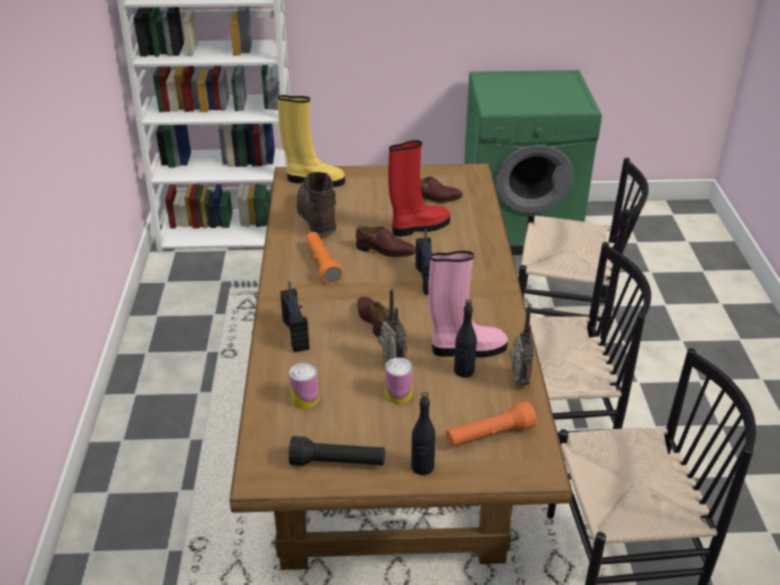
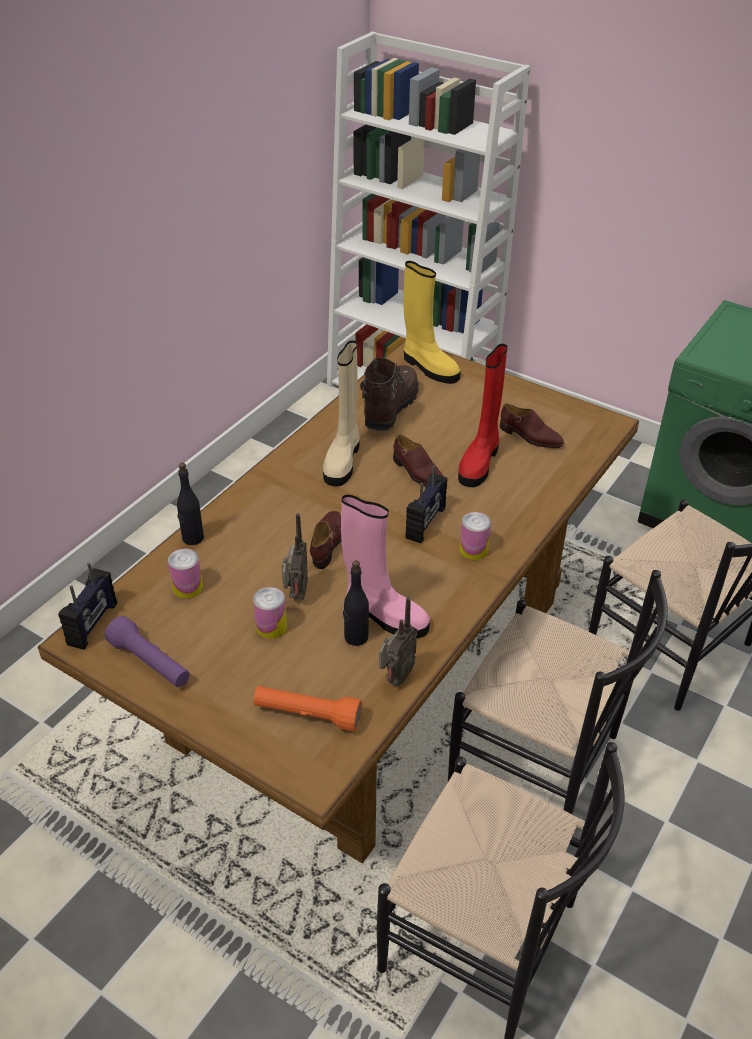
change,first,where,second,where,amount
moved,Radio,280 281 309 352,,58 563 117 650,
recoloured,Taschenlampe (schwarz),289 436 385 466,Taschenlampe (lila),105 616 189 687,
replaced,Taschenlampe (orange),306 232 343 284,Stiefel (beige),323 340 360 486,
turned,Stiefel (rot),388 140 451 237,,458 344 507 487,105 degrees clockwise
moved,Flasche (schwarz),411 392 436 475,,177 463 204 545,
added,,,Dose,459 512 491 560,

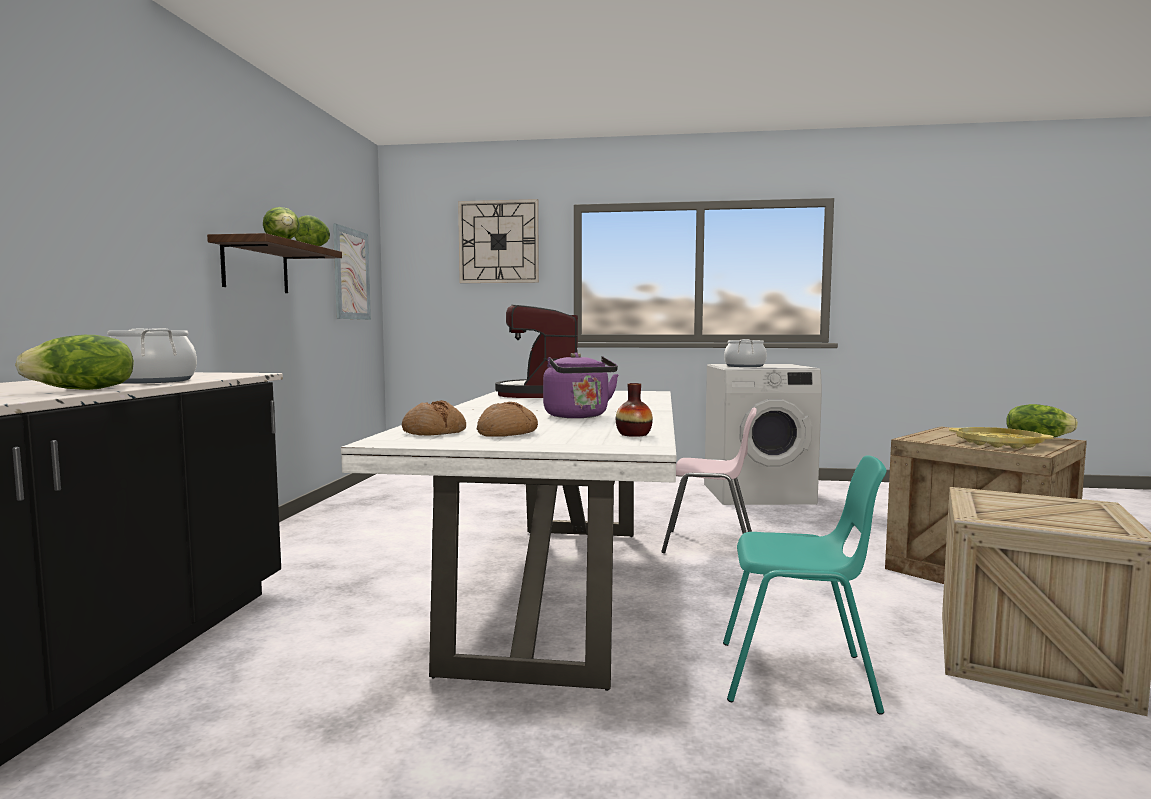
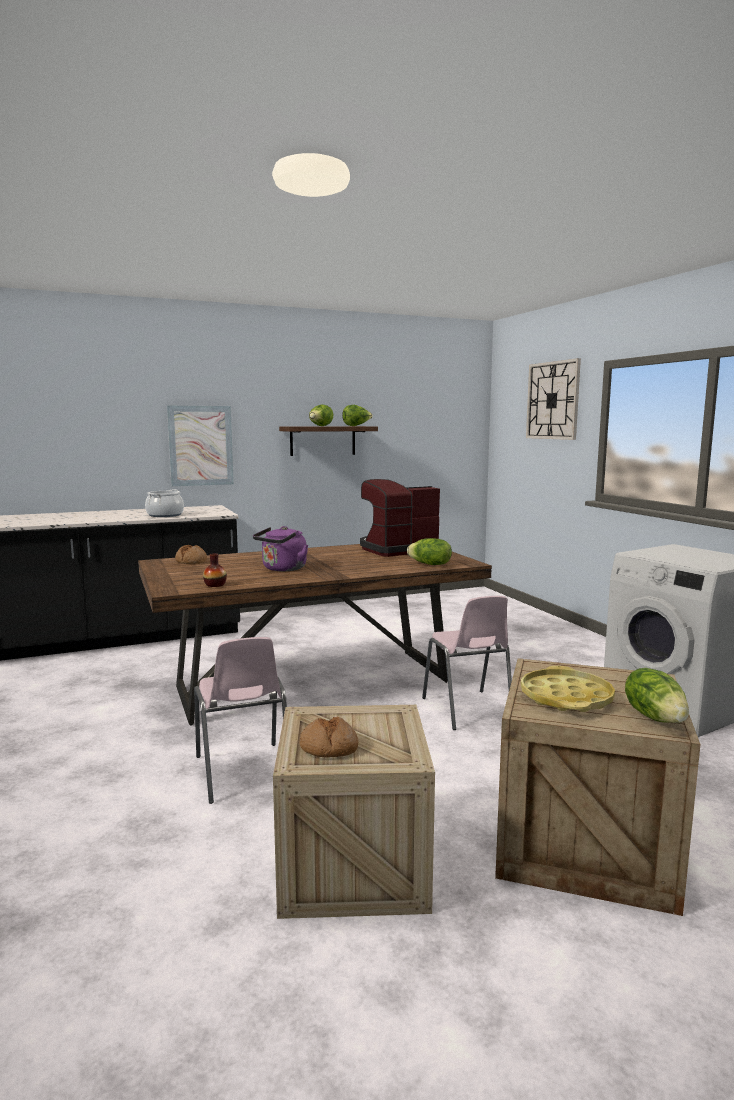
change,first,where,second,where,amount
moved,Salatkopf,15 335 134 390,,407 538 452 565,
moved,Bild,333 224 371 320,,167 406 234 486,
recoloured,Esstisch (weiß),341 391 676 691,Esstisch (braun),138 544 492 725,
moved,Brot,477 402 538 437,,299 717 358 757,
recoloured,Stuhl (türkis),723 455 887 715,Stuhl (rosa),194 637 287 804,
removed,Kochtopf,724 339 767 367,,,

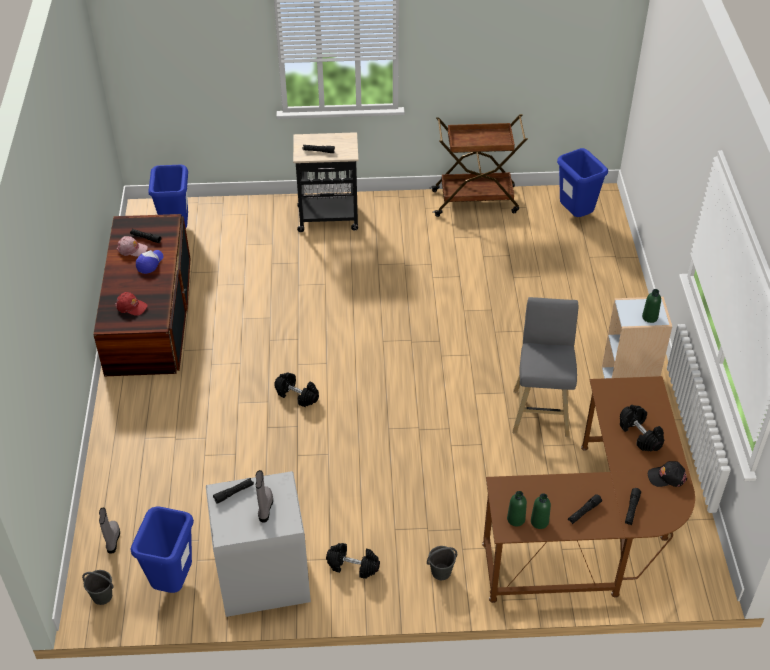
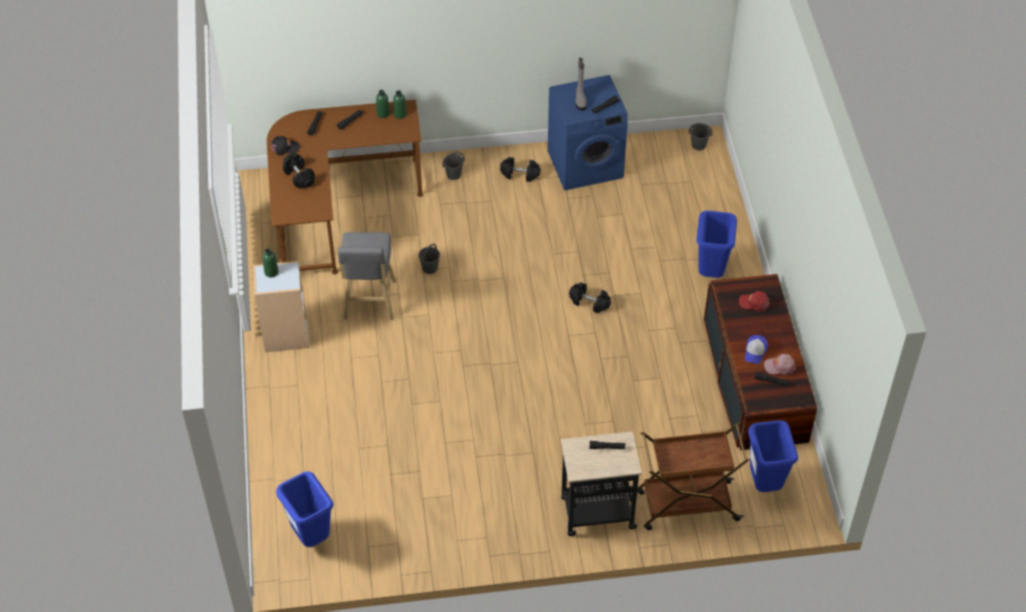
change,first,where,second,where,amount
removed,Stiefel (grau),99 507 120 554,,,
moved,Mülleimer (blau),131 506 194 593,,696 211 737 278,
recoloured,Waschmaschine (weiß),206 471 311 617,Waschmaschine (blau),548 75 628 190,
moved,Rollwagen (braun),430 114 528 217,,637 423 750 530,
added,,,Eimer (grau),419 243 440 274,

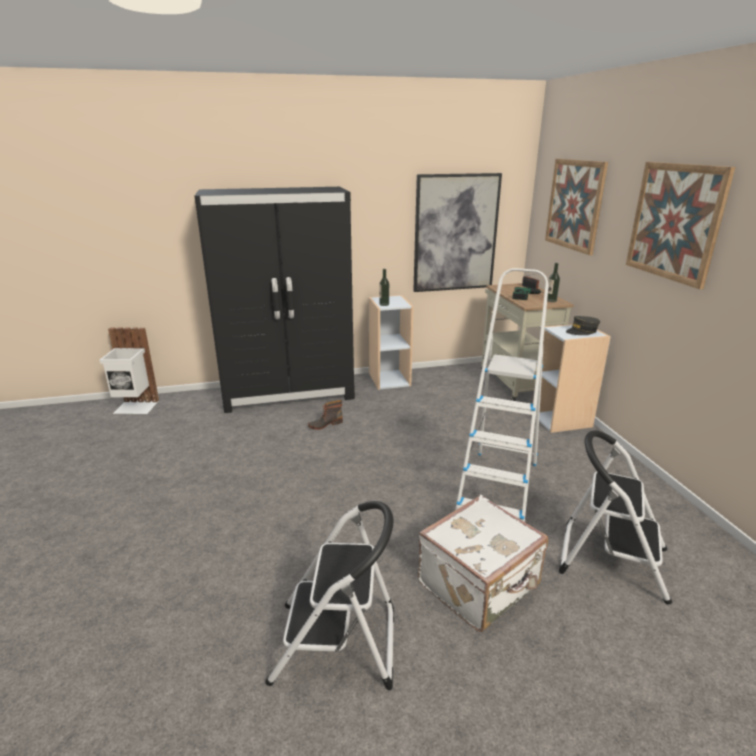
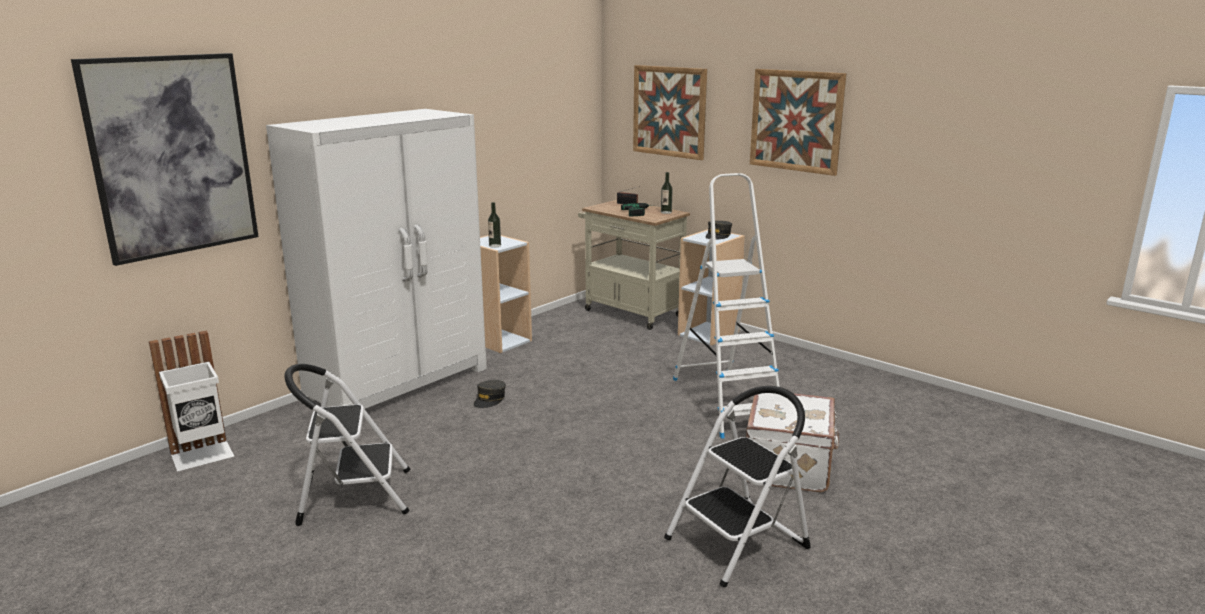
change,first,where,second,where,amount
recoloured,Schrank (schwarz),195 187 355 413,Schrank (weiß),266 109 487 409,
replaced,Stiefel,308 400 343 430,Kappe (grau),474 380 506 408,
moved,Bild,413 173 502 292,,71 53 259 266,
moved,Trittleiter,559 430 672 604,,285 364 410 526,

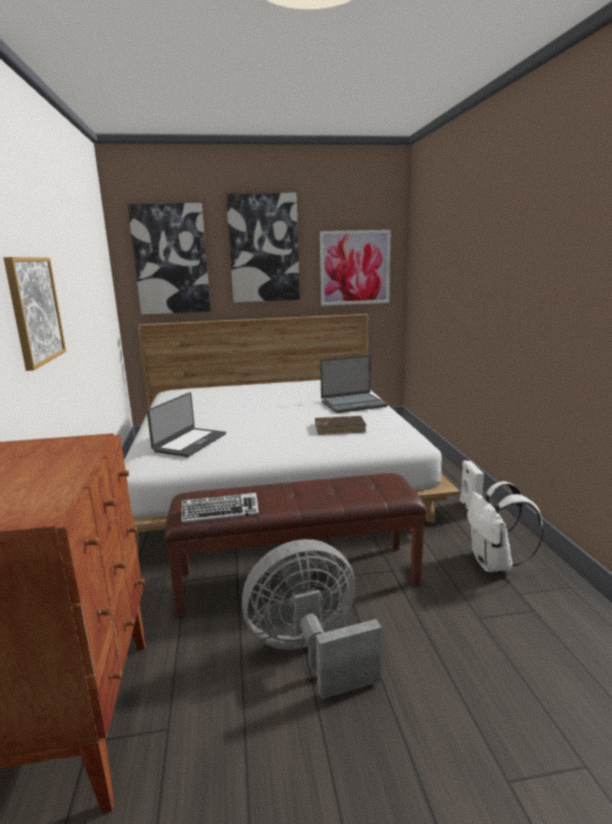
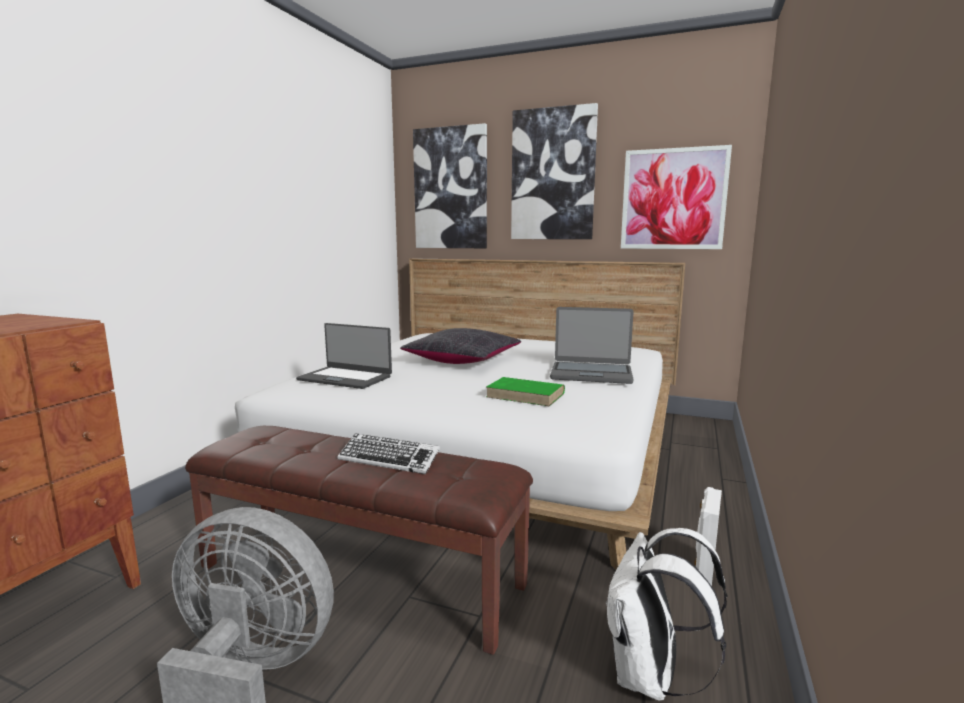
change,first,where,second,where,amount
removed,Bild,3 257 66 371,,,
turned,Laptop,147 392 226 457,,296 323 392 389,60 degrees clockwise
moved,Tastatur,182 493 259 523,,337 433 440 474,
recoloured,Buch (braun),315 416 366 435,Buch (grün),486 377 565 406,
added,,,Kissen (schwarz),400 328 521 364,

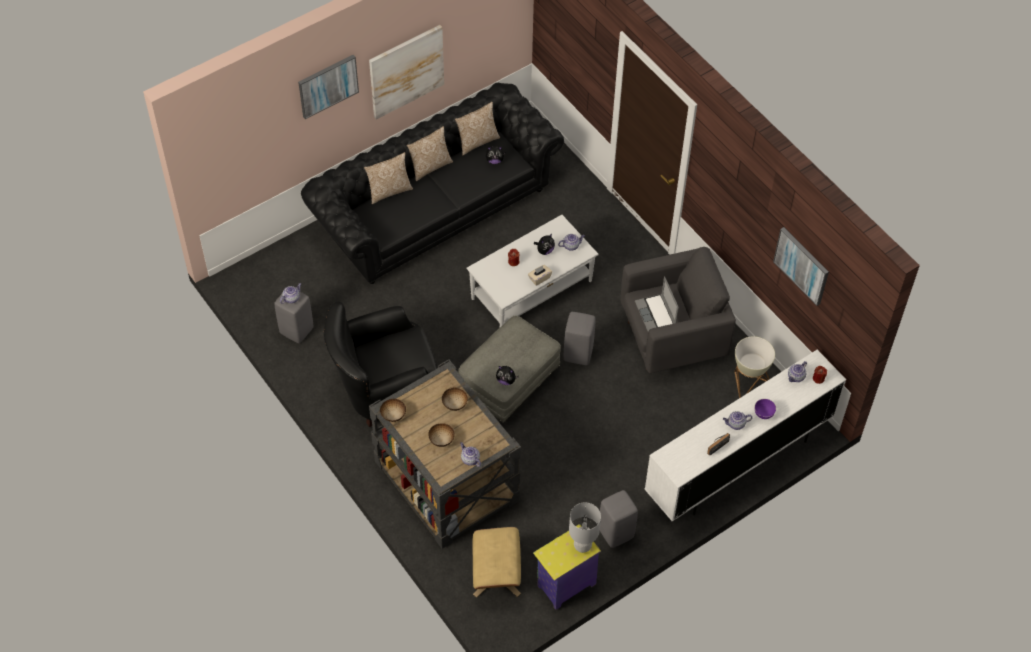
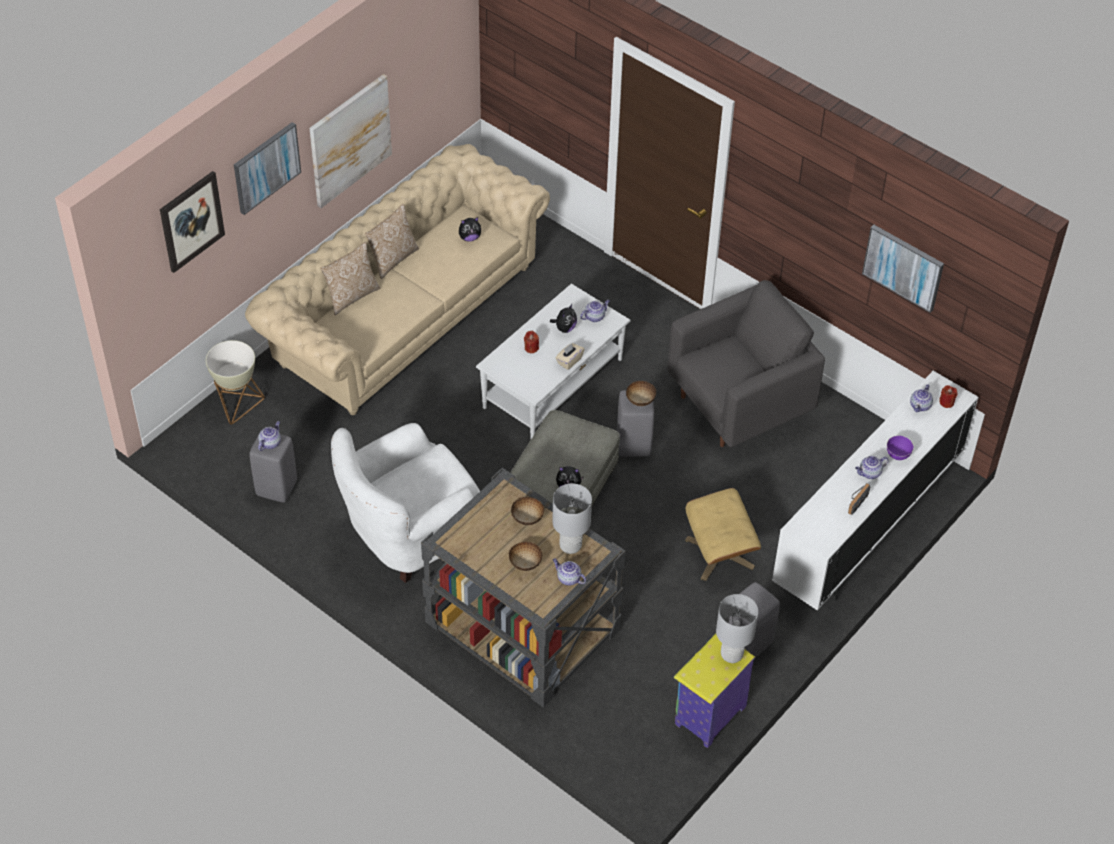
change,first,where,second,where,amount
recoloured,Sofa (schwarz),301 83 564 284,Sofa (beige),245 144 550 415,
recoloured,Sessel (schwarz),324 301 438 427,Sessel (weiß),331 423 480 583,
moved,Schüssel,380 399 406 422,,626 381 656 406,
removed,Kissen,455 102 500 155,,,
moved,Polsterhocker (beige),473 527 521 598,,685 488 761 581,
removed,Laptop,635 276 679 331,,,
moved,Pflanzkübel,734 336 775 398,,206 340 265 425,
added,,,Bild,160 171 225 273,
added,,,Tischlampe (grau),552 483 592 554,

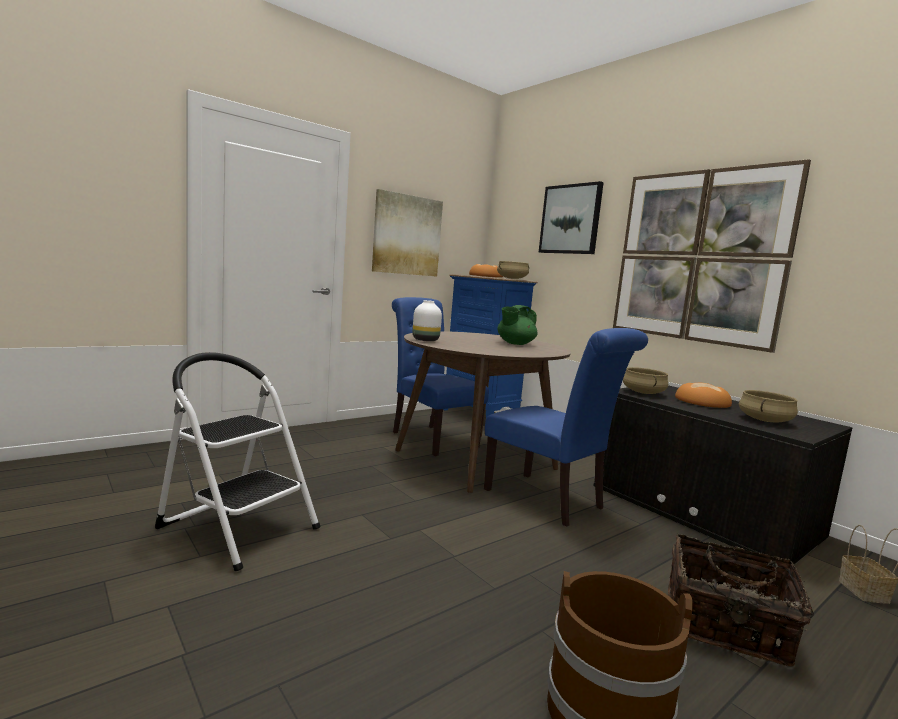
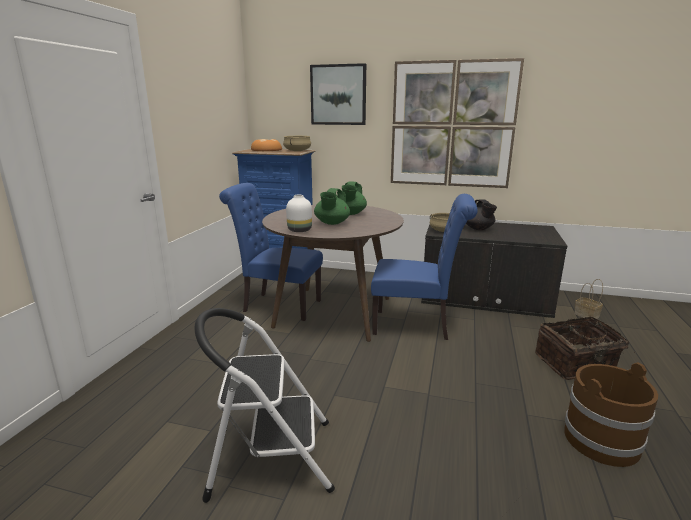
change,first,where,second,where,amount
removed,Bild,372 189 443 277,,,
replaced,Brot,675 383 732 408,Teekanne (schwarz),466 199 497 230,
removed,Kochtopf (beige),739 390 798 423,,,
added,,,Teekanne (grün),314 188 350 225,

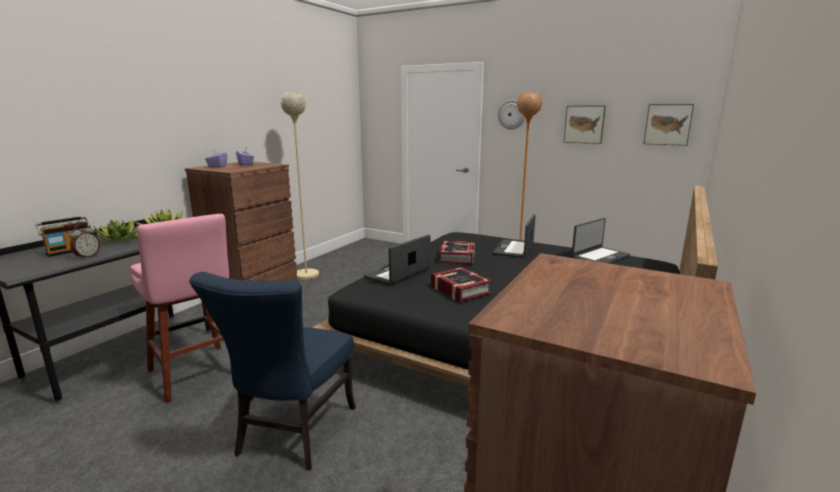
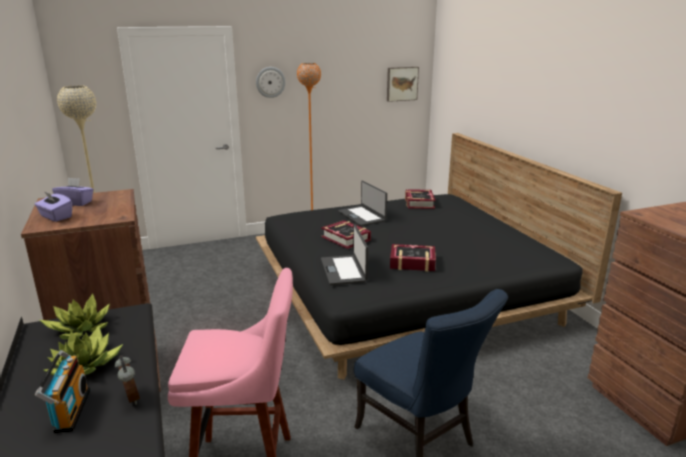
change,first,where,second,where,amount
removed,Bild,564 106 606 144,,,
replaced,Laptop,572 218 631 264,Buch,405 190 436 209,

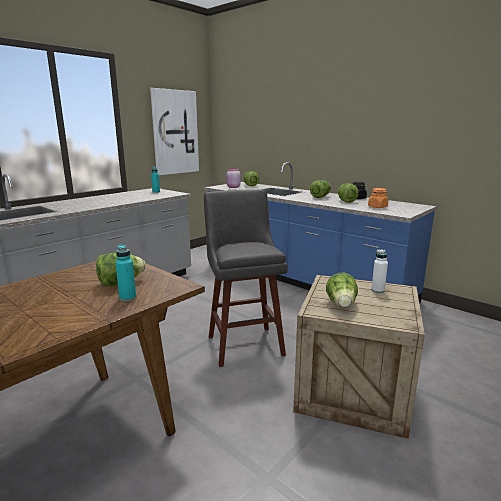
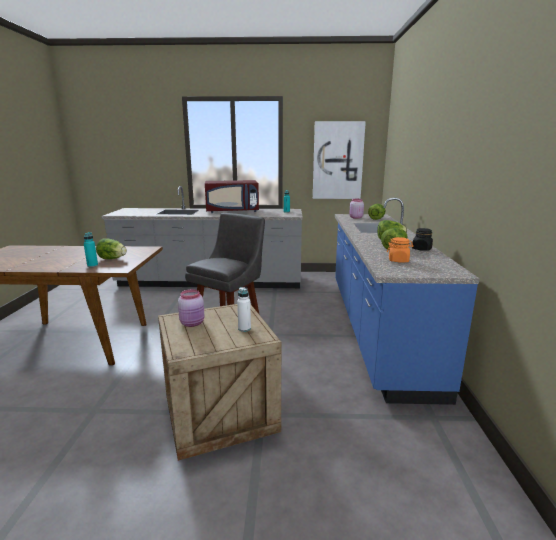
change,first,where,second,where,amount
replaced,Salatkopf,326 272 358 308,Vorratsglas (rosa),178 289 205 327,
added,,,Mikrowelle (rot),205 180 259 213,

